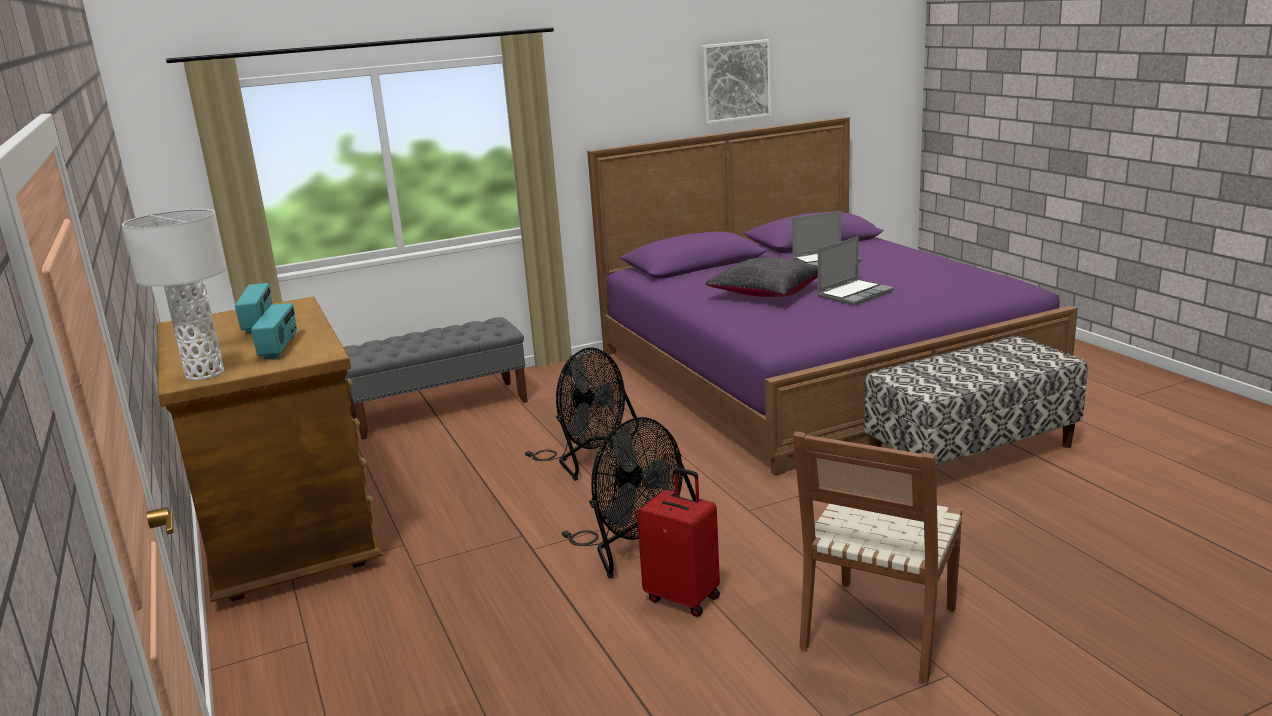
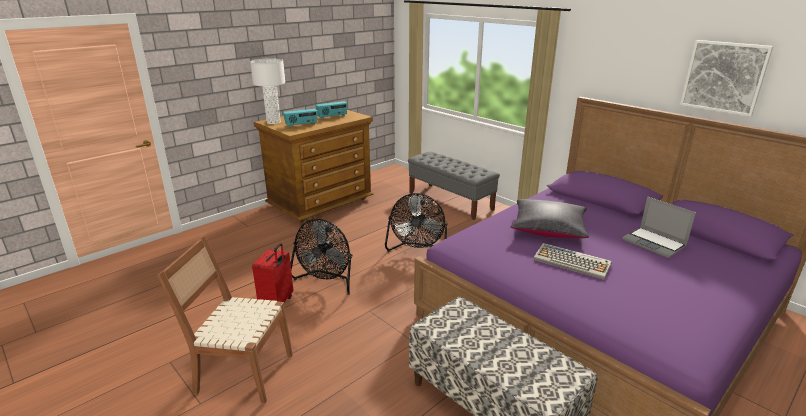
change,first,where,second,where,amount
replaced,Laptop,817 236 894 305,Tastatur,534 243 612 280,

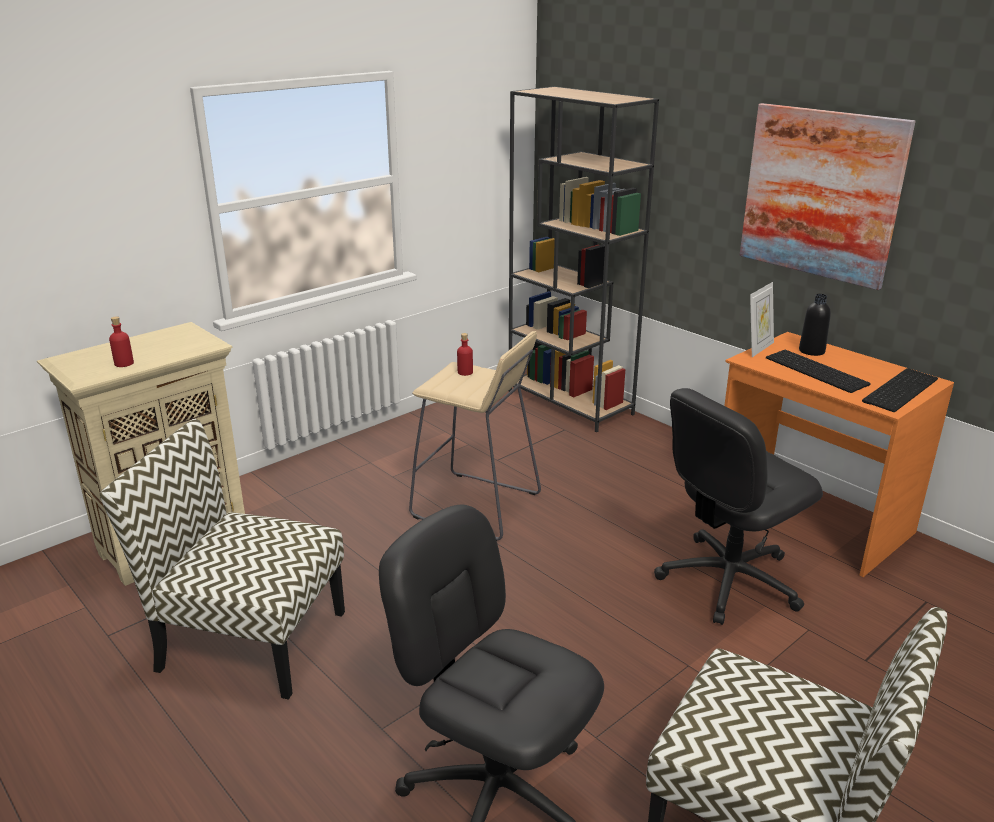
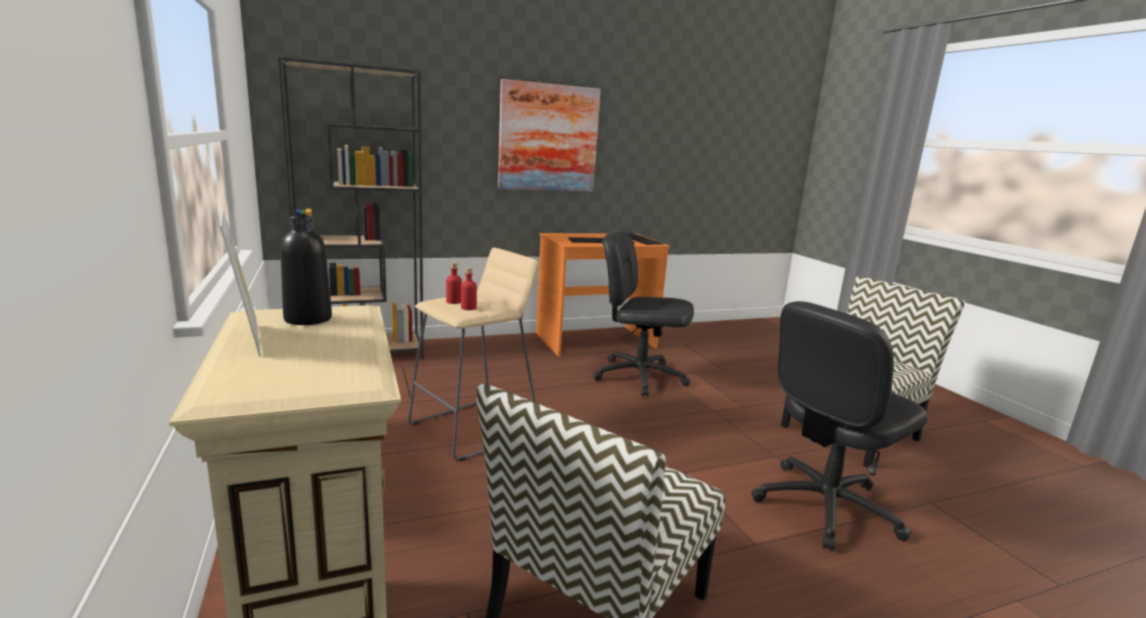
change,first,where,second,where,amount
moved,Flasche (rot),109 316 134 367,,461 267 477 310,
turned,Bürostuhl (schwarz),654 388 823 625,,593 231 694 397,120 degrees clockwise
moved,Bilderrahmen,750 282 774 357,,220 210 261 357,
moved,Flasche (schwarz),799 294 831 356,,280 215 332 325,

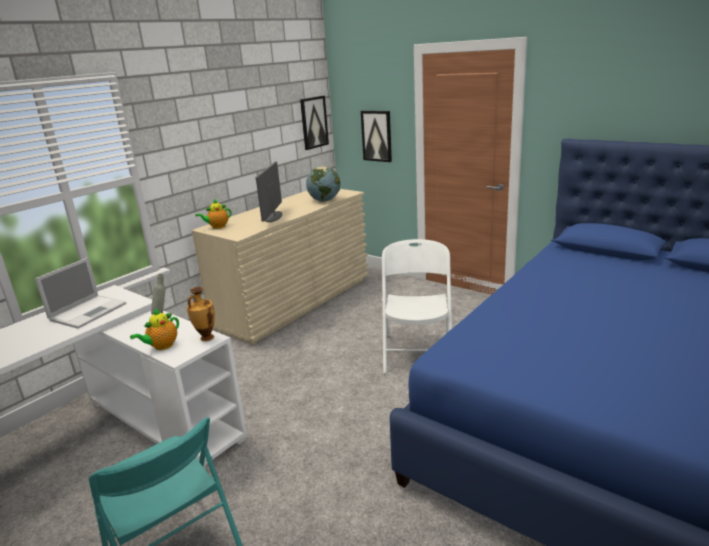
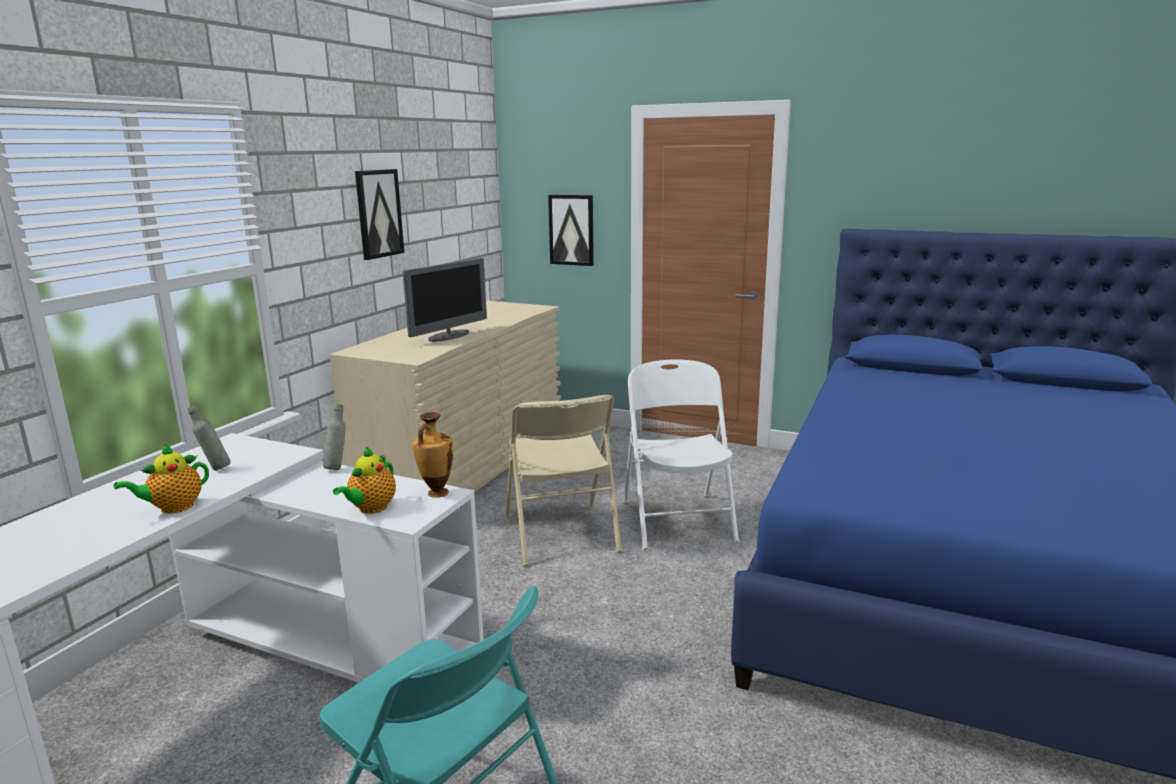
change,first,where,second,where,amount
replaced,Laptop,35 258 126 329,Flasche (grau),188 405 230 471,
moved,Teekanne,195 199 231 229,,114 444 209 513,
turned,Monitor,256 162 282 222,,403 258 487 342,135 degrees counterclockwise
moved,Bild,300 96 329 150,,355 169 404 260,
removed,Globus,306 166 340 202,,,
added,,,Stuhl (beige),505 395 622 567,

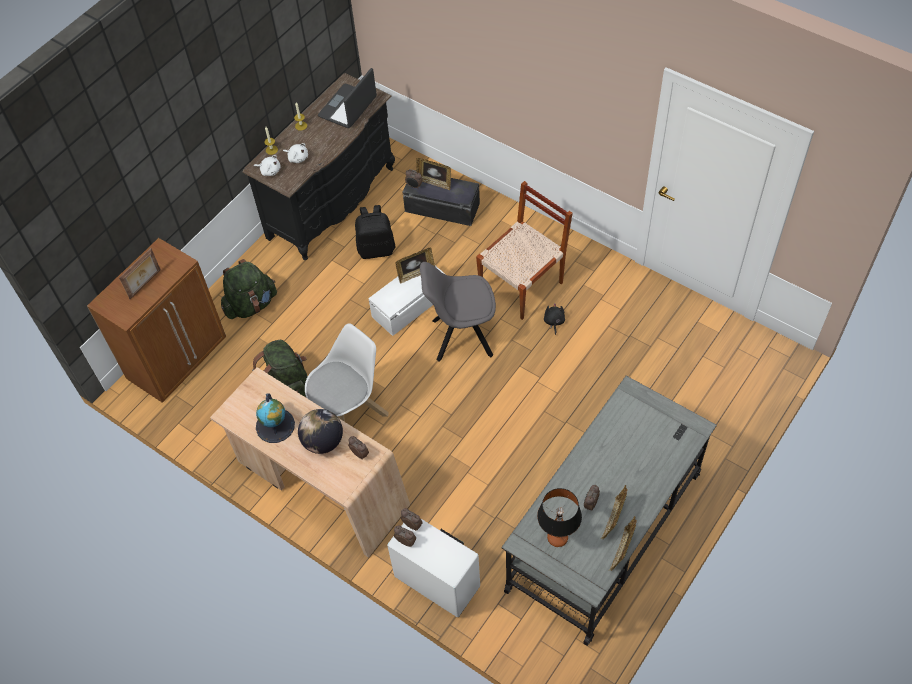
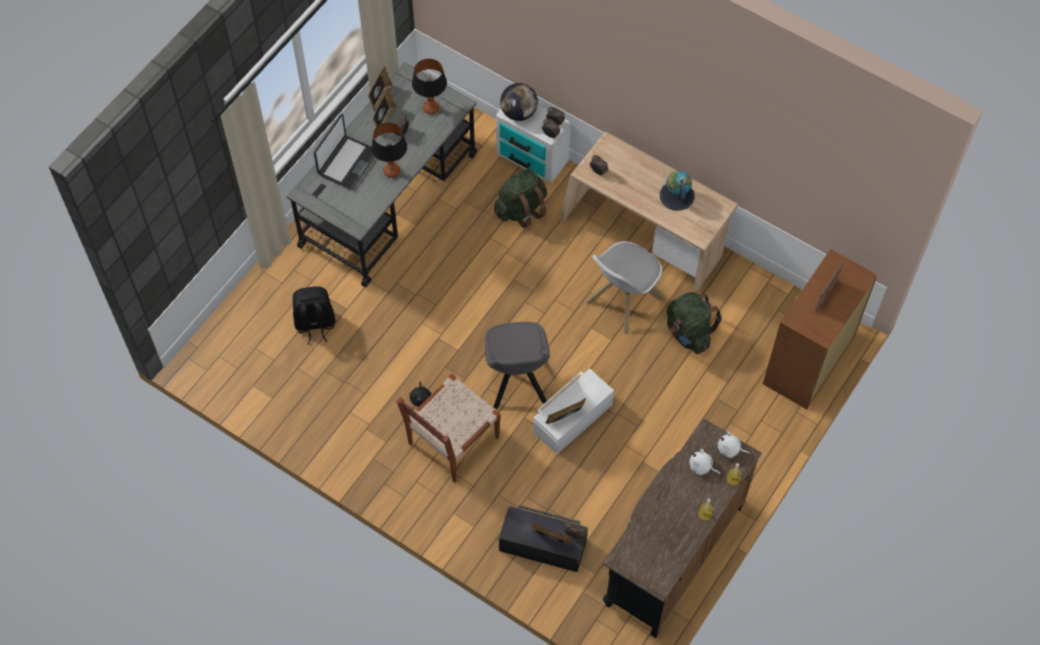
change,first,where,second,where,amount
moved,Rucksack (grün),221 259 277 319,,494 169 547 228,
moved,Globus,298 409 343 454,,500 83 538 121,
moved,Laptop,318 68 377 128,,314 114 375 190,
moved,Rucksack (schwarz),355 205 395 259,,293 286 336 345,
turned,Stuhl (grau),420 262 496 362,,485 322 550 409,90 degrees clockwise
added,,,Tischlampe,371 122 407 178,

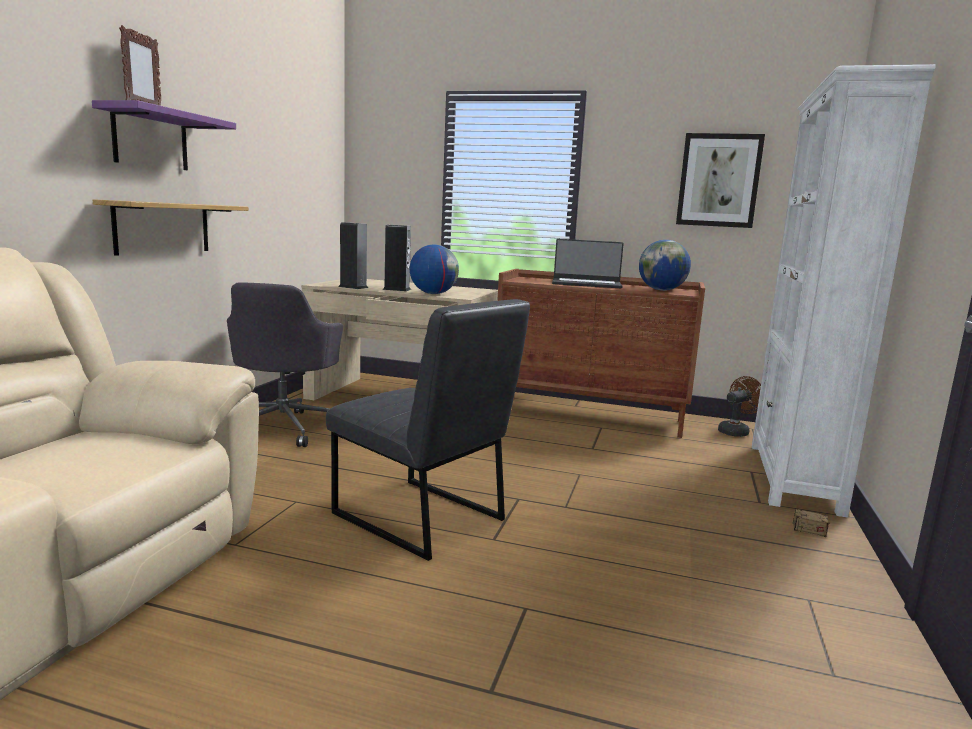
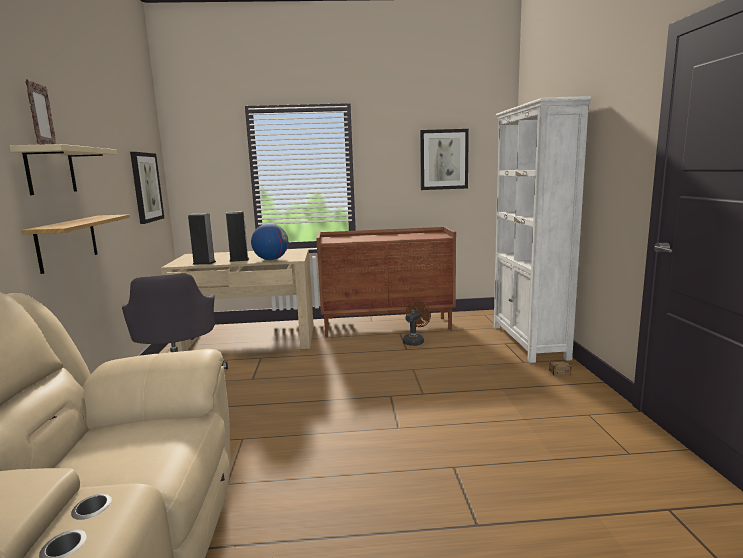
change,first,where,second,where,amount
recoloured,Wandregal (lila),92 100 236 170,Wandregal (beige),10 144 117 195,
removed,Stuhl (grau),326 299 530 561,,,
removed,Laptop,552 239 624 288,,,
removed,Globus,639 240 691 291,,,
moved,Ventilator (braun),718 376 761 437,,403 300 431 346,
added,,,Bild,130 152 164 224,

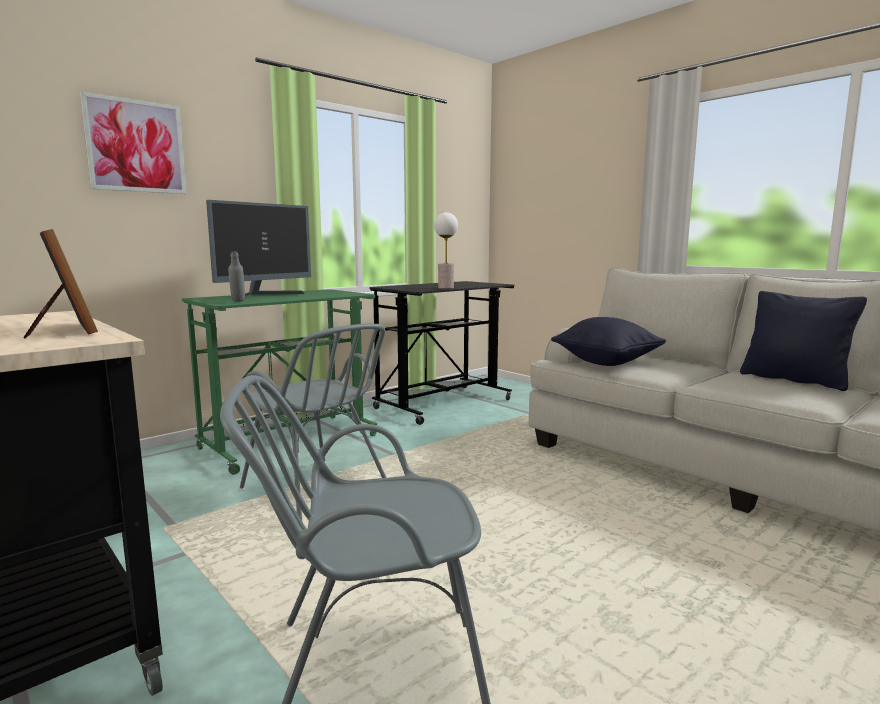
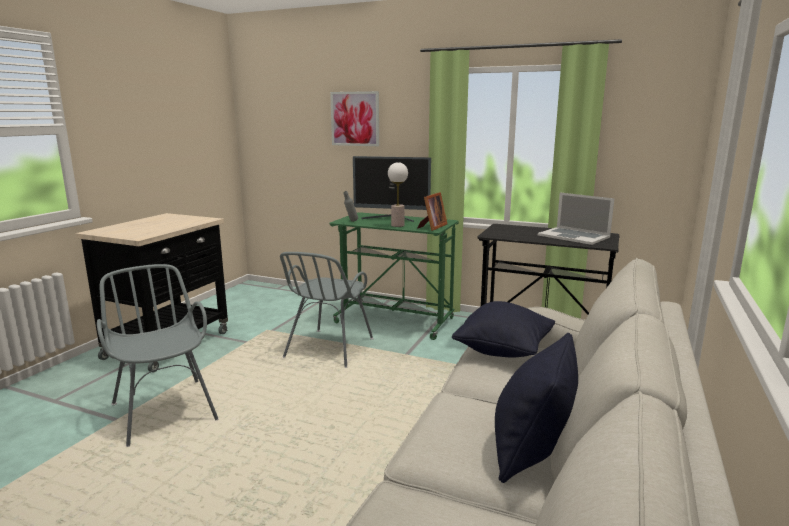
change,first,where,second,where,amount
moved,Bilderrahmen,23 229 98 339,,417 192 447 231,
moved,Tischlampe,434 212 458 289,,388 162 408 227,
added,,,Laptop,538 193 614 245,

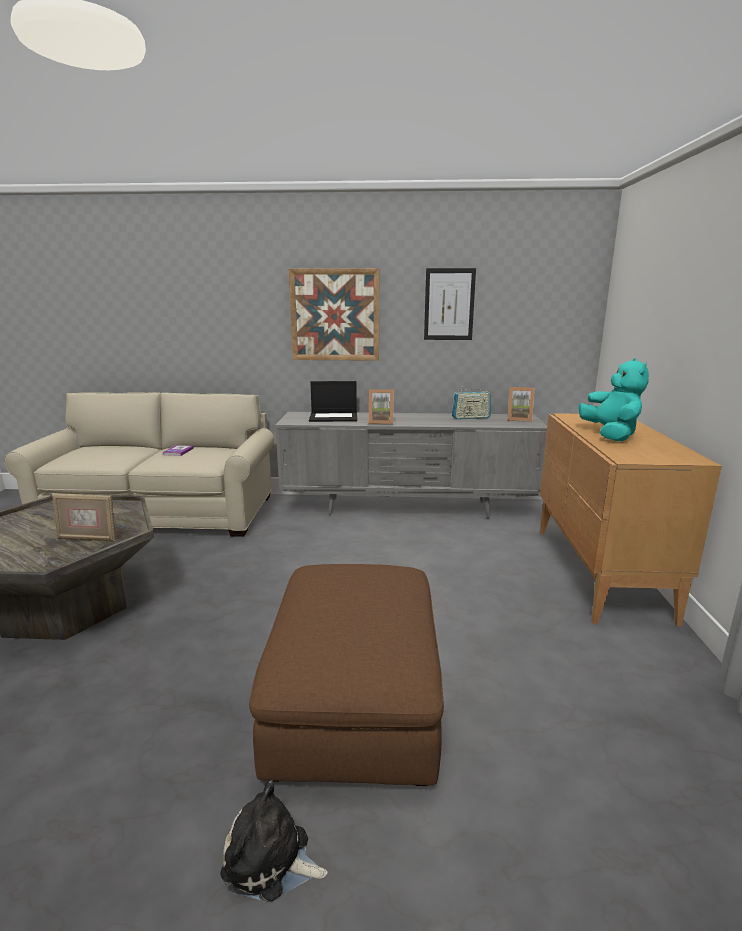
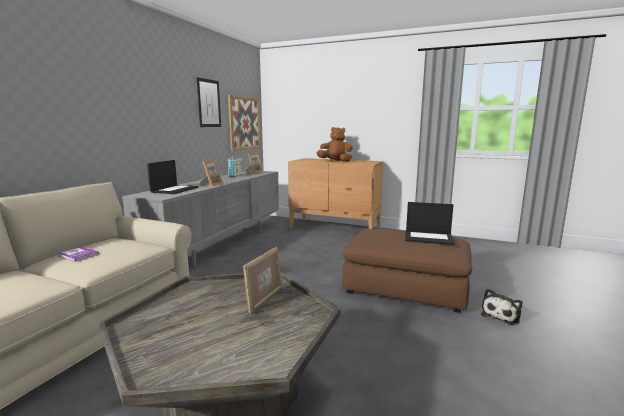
change,first,where,second,where,amount
moved,Bild,289 268 379 361,,228 95 261 151,
recoloured,Plüschtier (türkis),579 358 649 441,Plüschtier (braun),317 127 353 162,
added,,,Laptop,405 202 455 245,

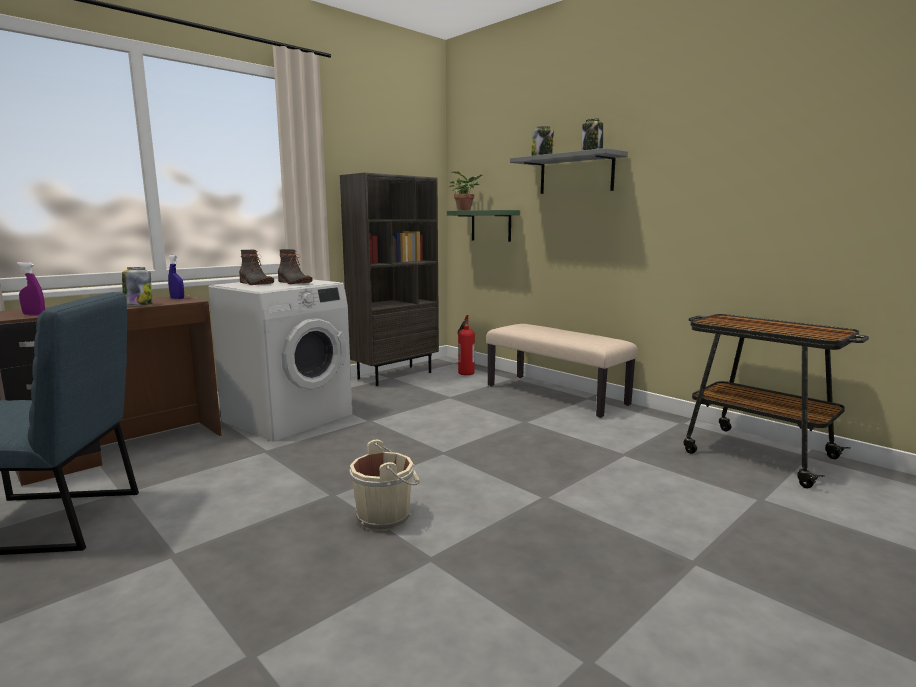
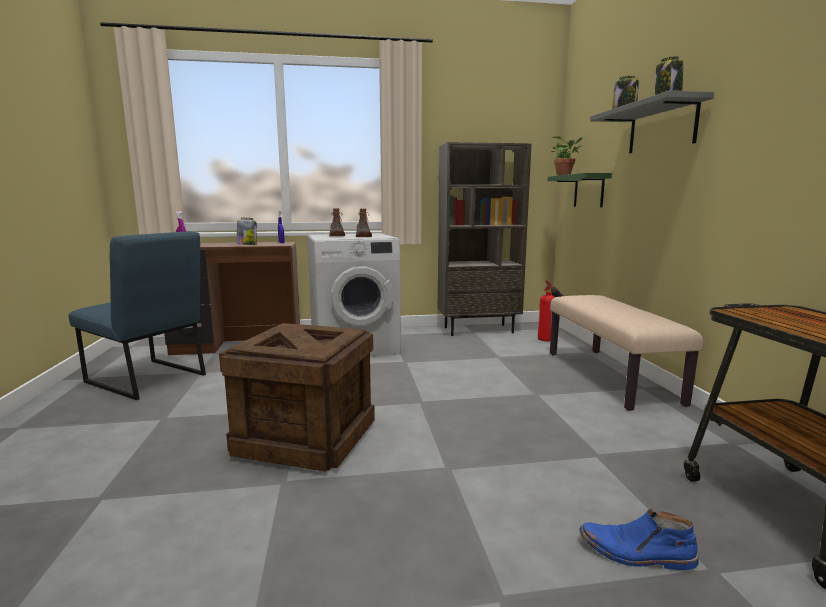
change,first,where,second,where,amount
replaced,Eimer (beige),349 439 420 531,Kiste,219 323 375 472,
added,,,Stiefel (blau),579 509 699 570,

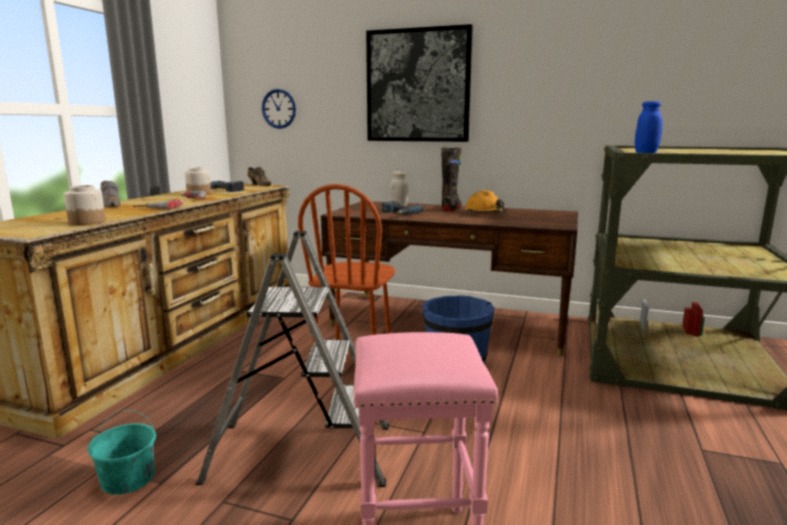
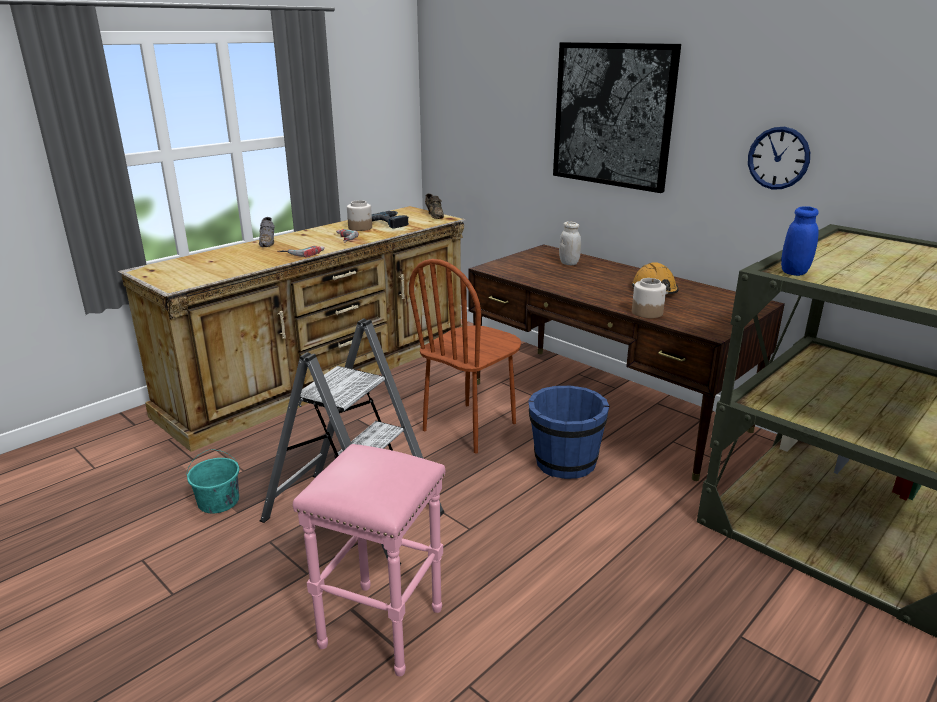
change,first,where,second,where,amount
moved,Vorratsglas,64 185 106 225,,632 278 666 318,
moved,Wanduhr,262 89 296 129,,748 127 810 189,
removed,Bohrmaschine,381 201 424 215,,,
removed,Stiefel (schwarz),441 147 462 211,,,

